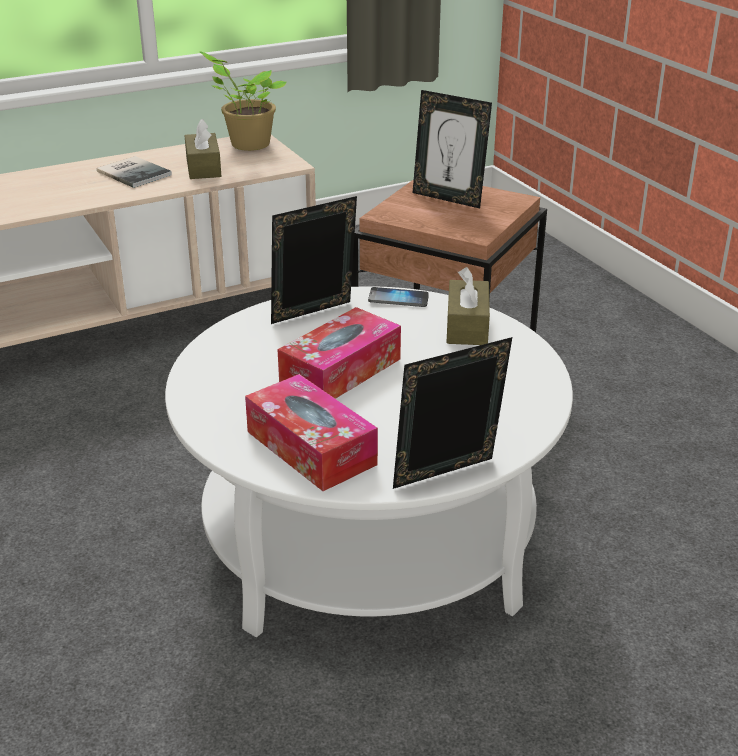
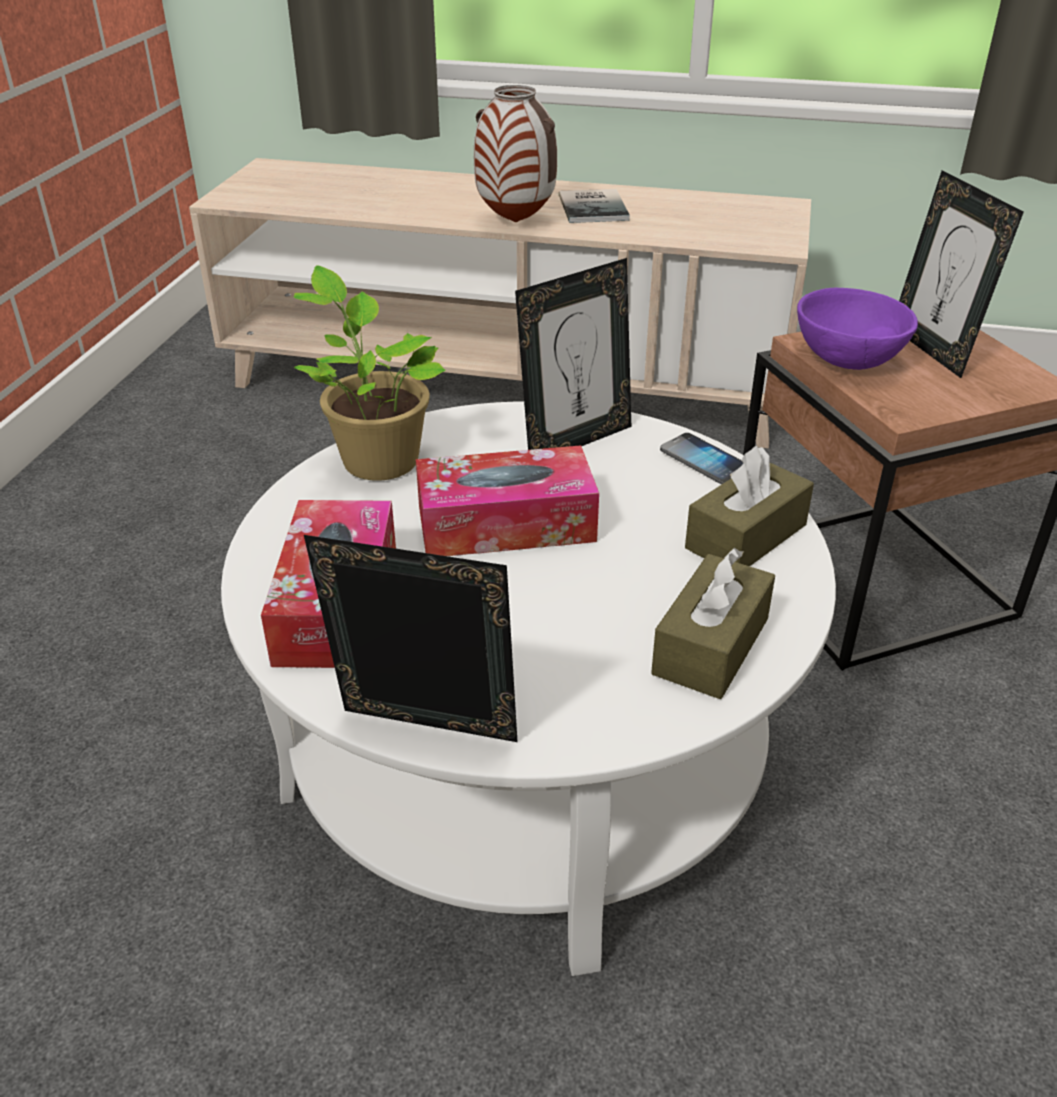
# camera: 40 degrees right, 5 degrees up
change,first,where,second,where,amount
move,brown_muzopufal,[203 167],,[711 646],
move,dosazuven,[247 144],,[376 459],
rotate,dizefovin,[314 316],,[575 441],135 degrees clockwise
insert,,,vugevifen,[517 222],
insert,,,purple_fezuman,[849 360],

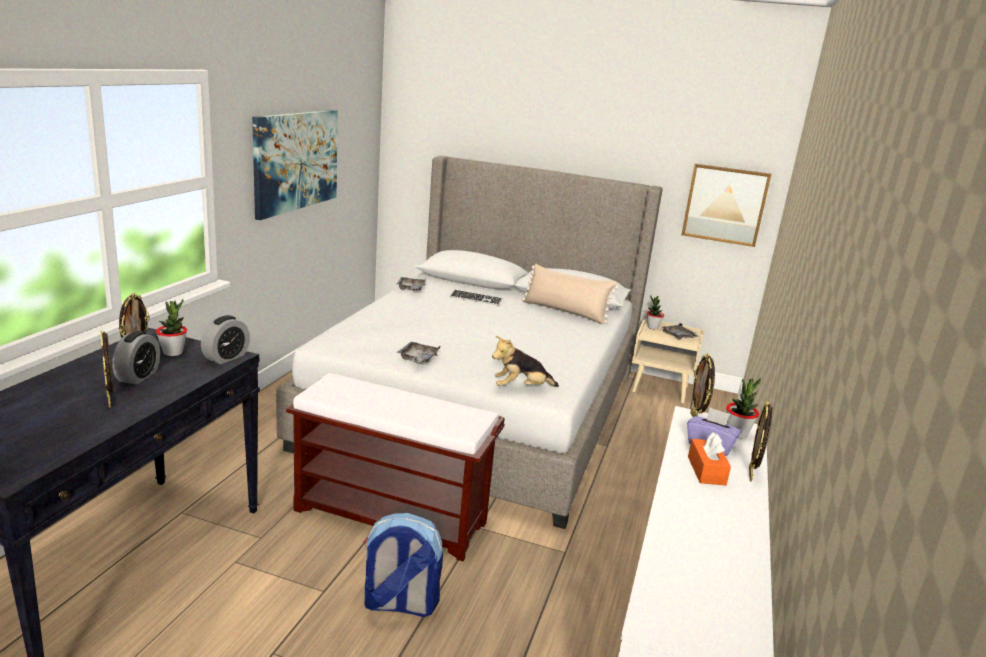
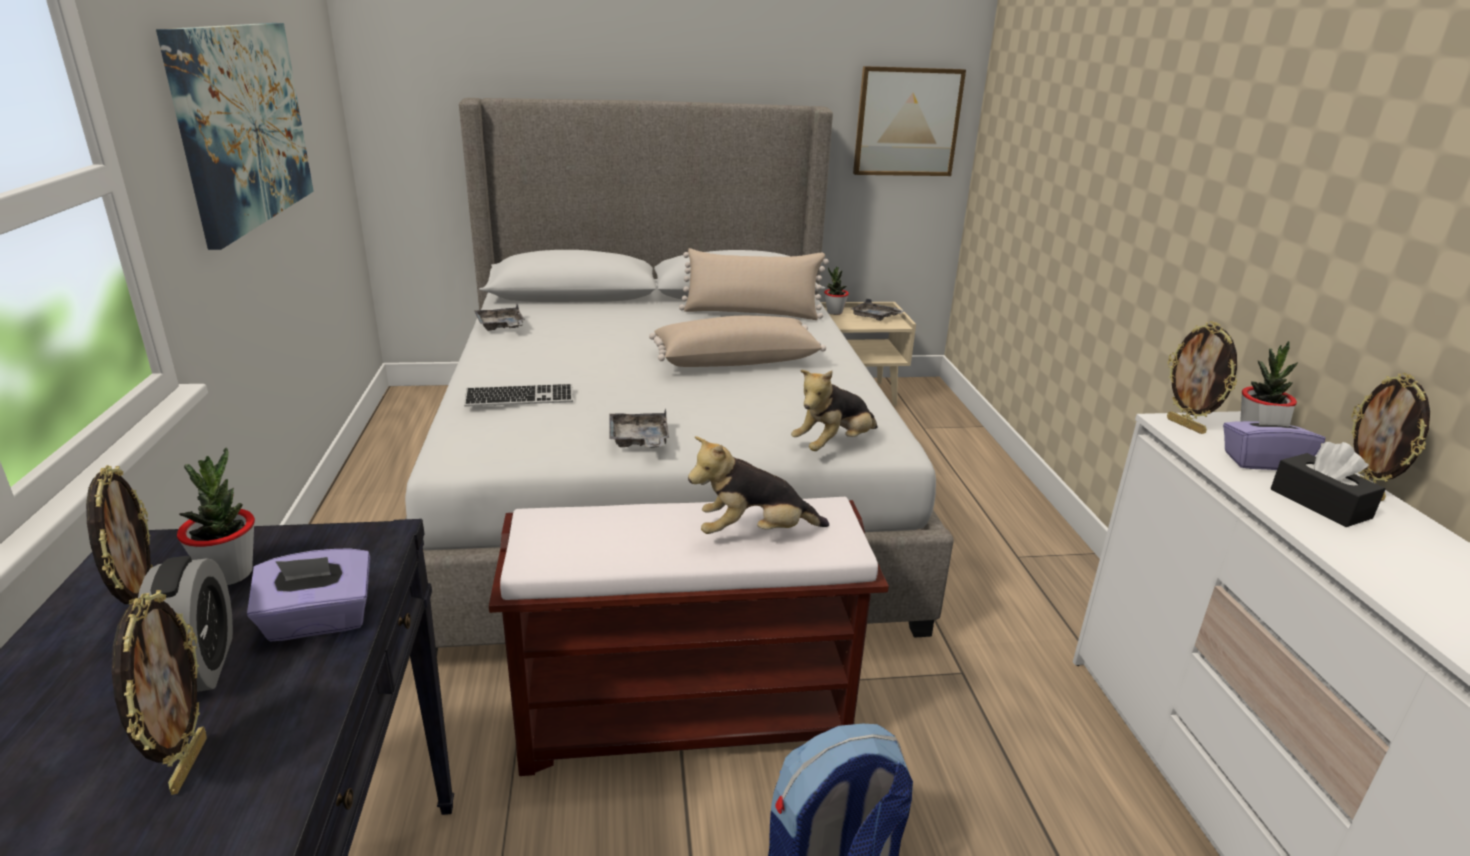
# camera: 25 degrees left, 5 degrees up
change,first,where,second,where,amount
rotate,dizefovin,[111 401],,[187 765],135 degrees counterclockwise
delete,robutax,[226 357],,,
move,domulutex,[476 299],,[520 398],
recolor,orange_muzopufal,[706 470],black_muzopufal,[1320 503],
insert,,,purple_muzopufal,[318 621],
insert,,,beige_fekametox,[735 360],
insert,,,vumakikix,[754 533],

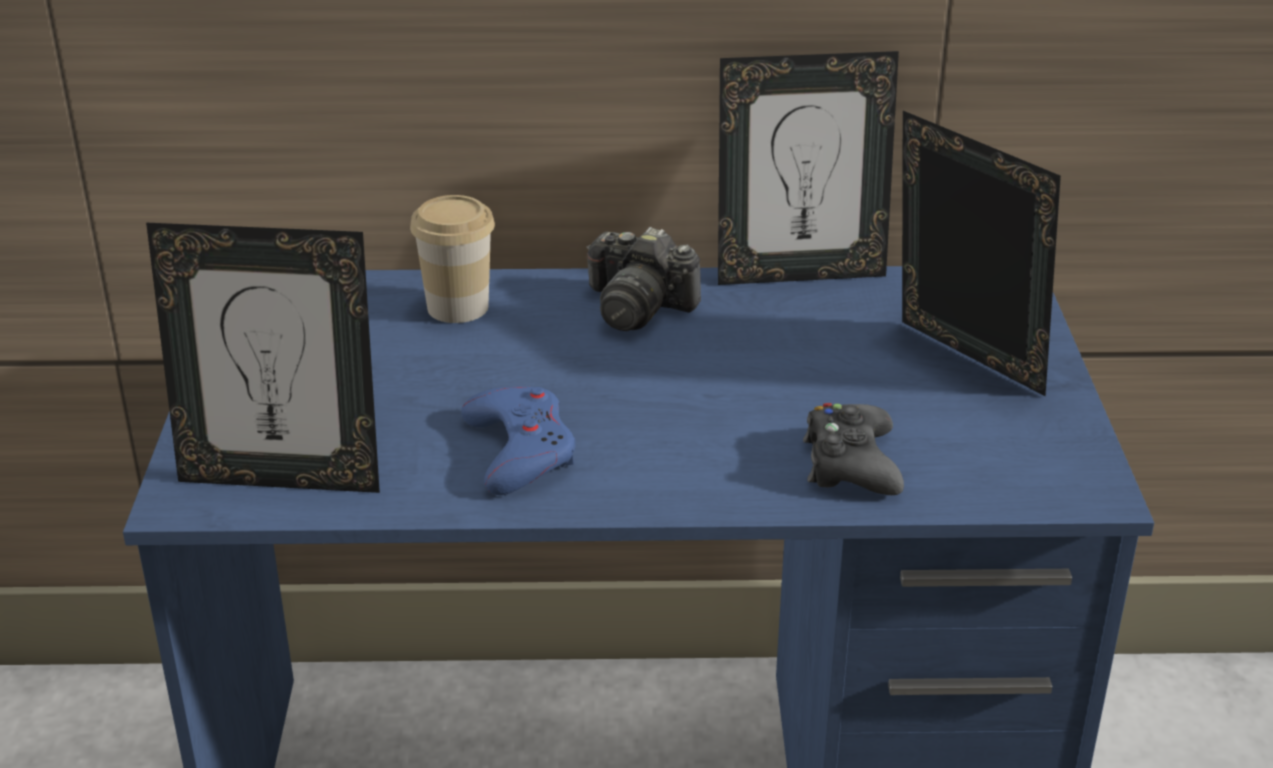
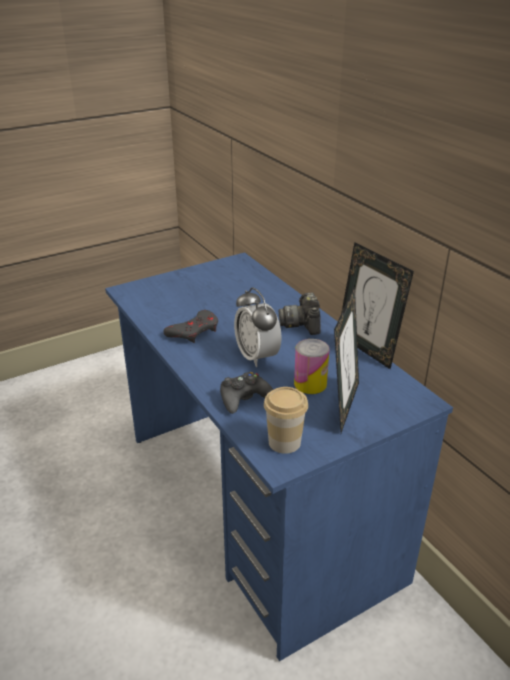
# camera: 60 degrees right, 0 degrees up
change,first,where,second,where,amount
delete,dizefovin,[283 477],,,
move,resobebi,[458 307],,[284 442],
recolor,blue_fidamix,[520 449],grey_fidamix,[194 331],
insert,,,robutax,[257 356],
insert,,,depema,[310 384],

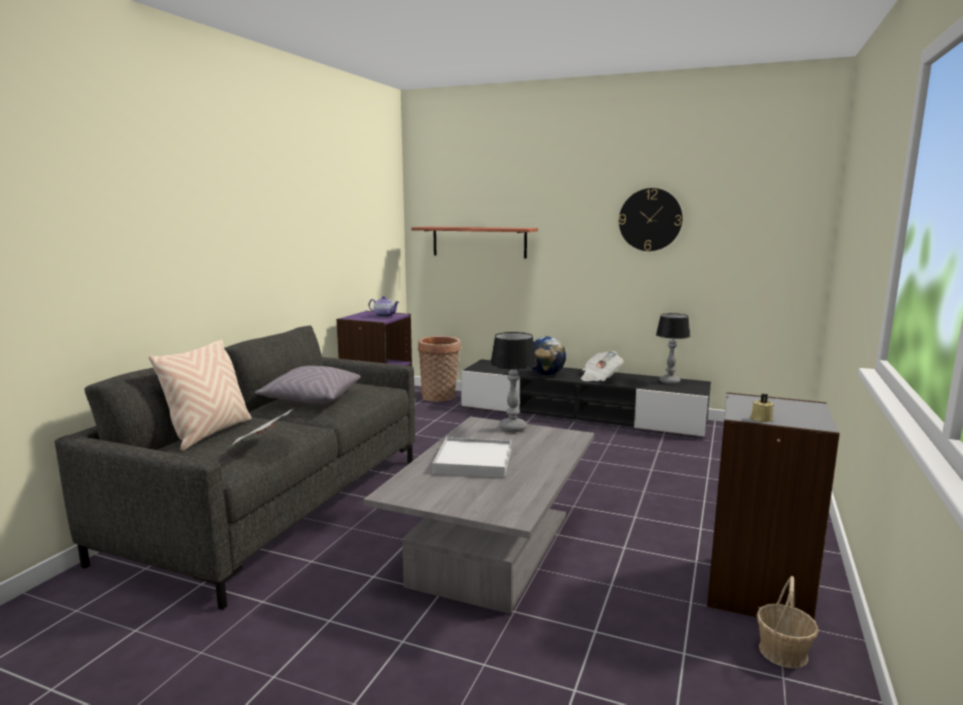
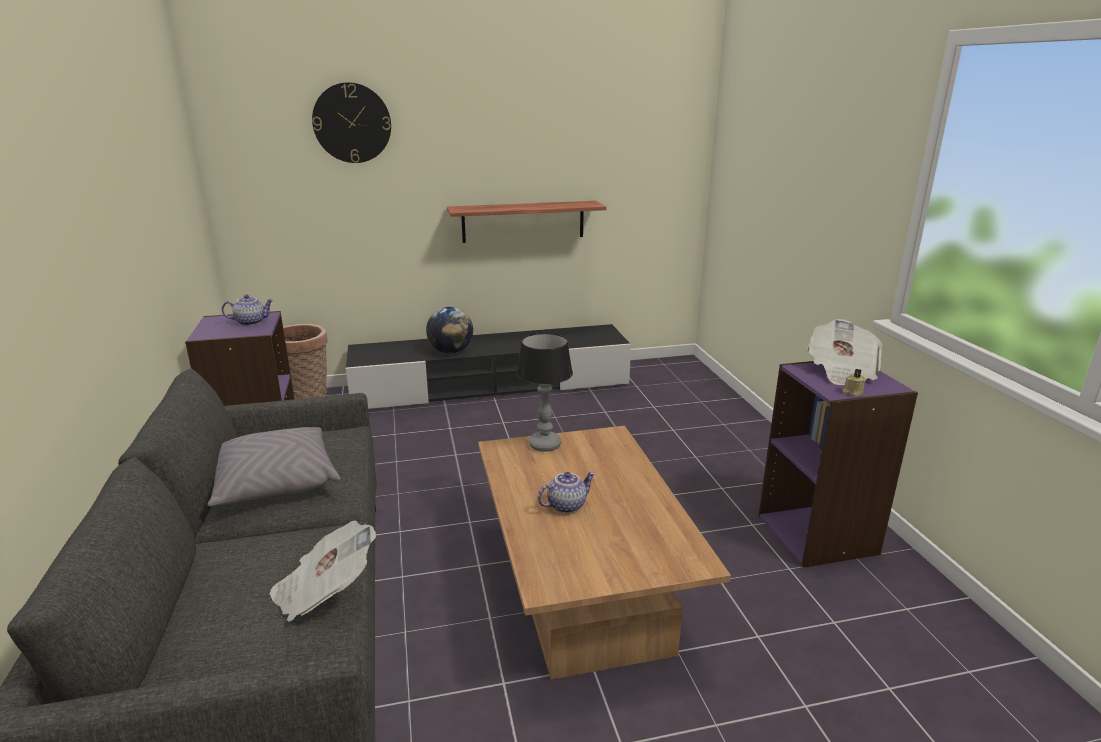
# camera: 35 degrees left, 10 degrees up
change,first,where,second,where,amount
delete,beige_fekametox,[209 433],,,
recolor,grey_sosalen,[493 548],brown_sosalen,[583 587],
move,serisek,[479 242],,[523 221],
replace,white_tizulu,[473 461],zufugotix,[566 505],
move,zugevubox,[599 377],,[841 371],
move,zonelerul,[650 219],,[352 123],
delete,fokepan,[670 382],,,
recolor,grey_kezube,[759 590],purple_kezube,[818 534],
delete,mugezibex,[783 652],,,

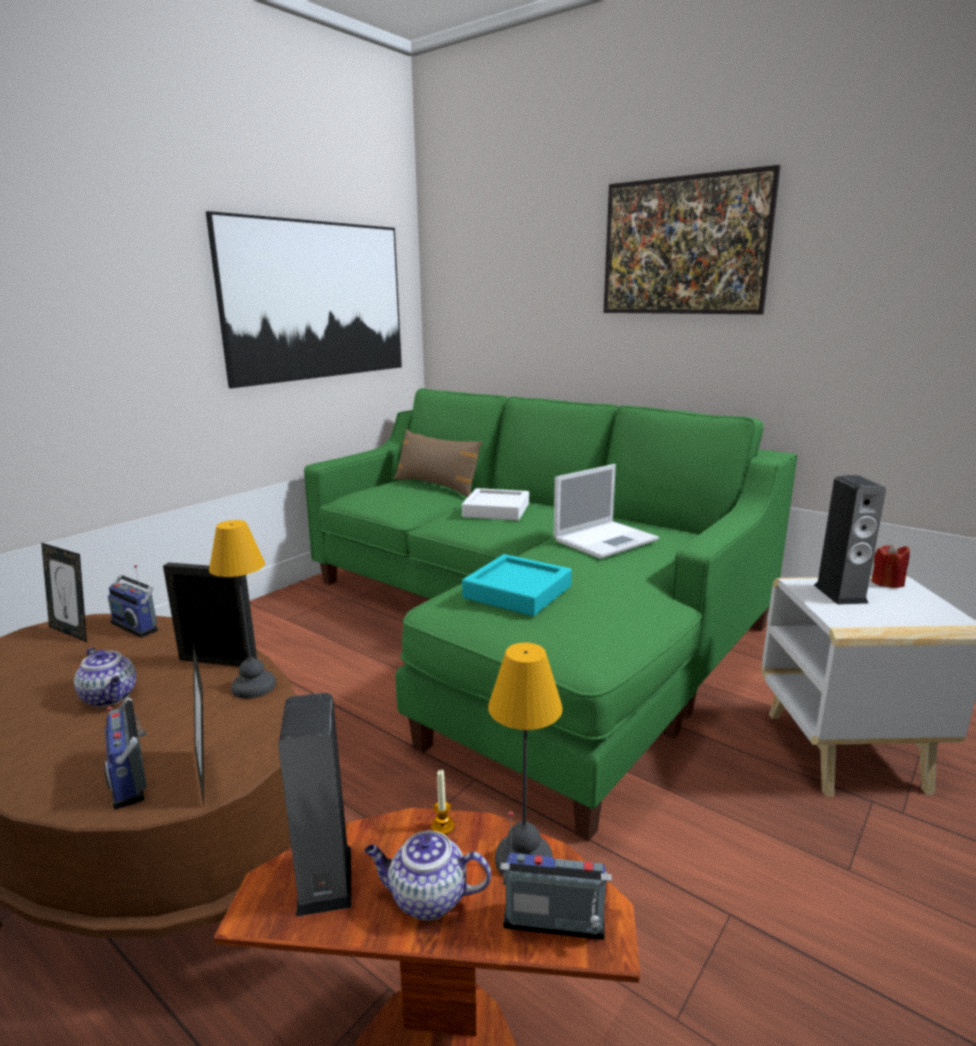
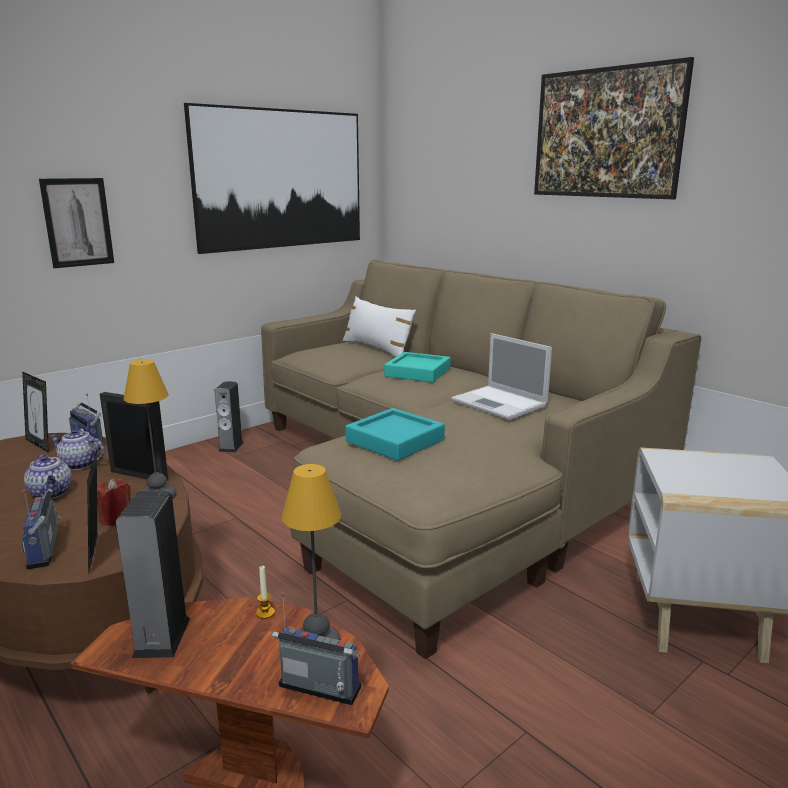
# camera: 10 degrees right, 0 degrees up
change,first,where,second,where,amount
recolor,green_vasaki,[528 626],beige_vasaki,[440 480],
move,zufugotix,[427 898],,[78 464],
recolor,brown_fekametox,[437 486],white_fekametox,[377 349],
recolor,white_tizulu,[496 510],turquoise_tizulu,[417 372],
rotate,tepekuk,[606 539],,[500 403],75 degrees clockwise
move,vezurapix,[840 594],,[231 447],
move,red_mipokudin,[887 583],,[117 519],
insert,,,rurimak,[77 222],

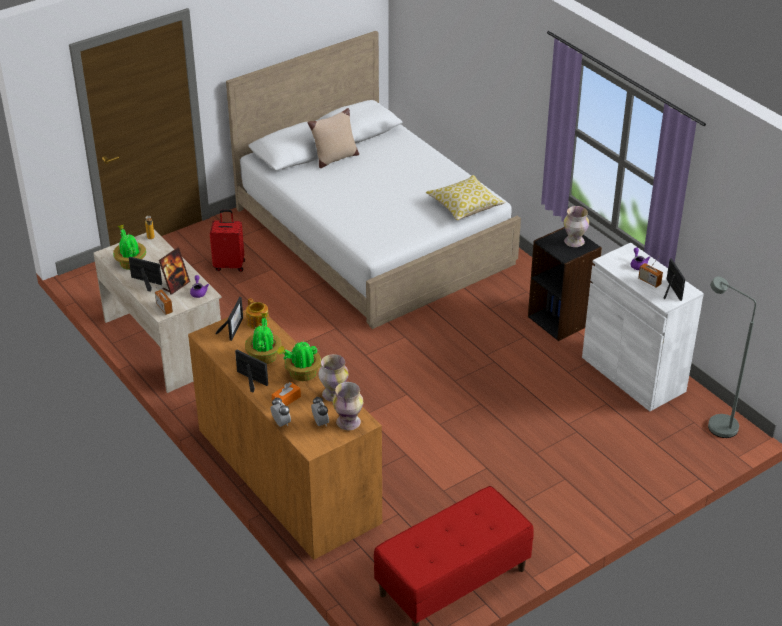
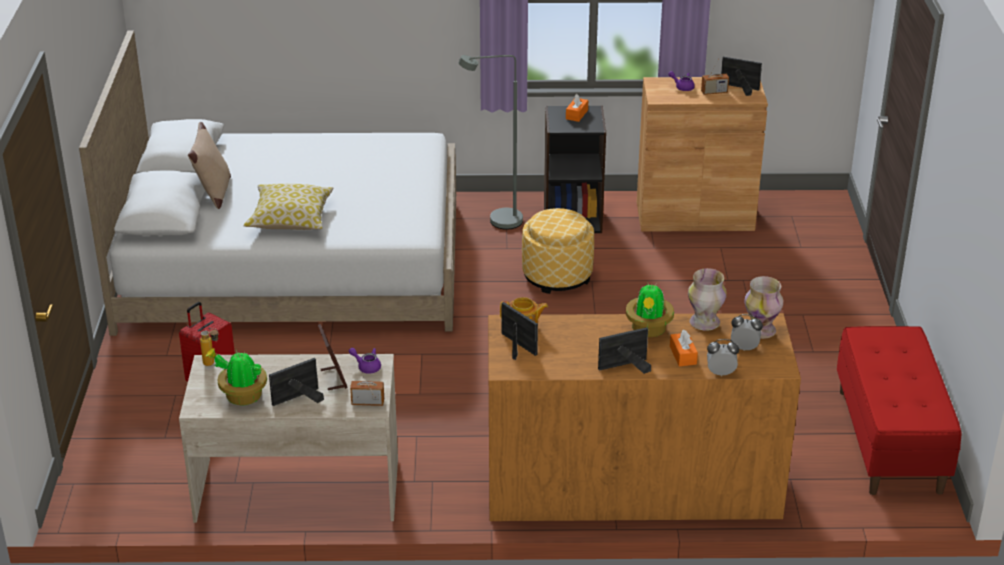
# camera: 55 degrees left, 5 degrees down
change,first,where,second,where,amount
delete,dosazuven,[264 356],,,
move,fekametox,[465 206],,[290 219],
replace,vugevifen,[574 242],orange_muzopufal,[576 114],
recolor,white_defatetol,[633 374],brown_defatetol,[695 216],
move,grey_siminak,[715 423],,[496 221],
insert,,,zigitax,[557 275],

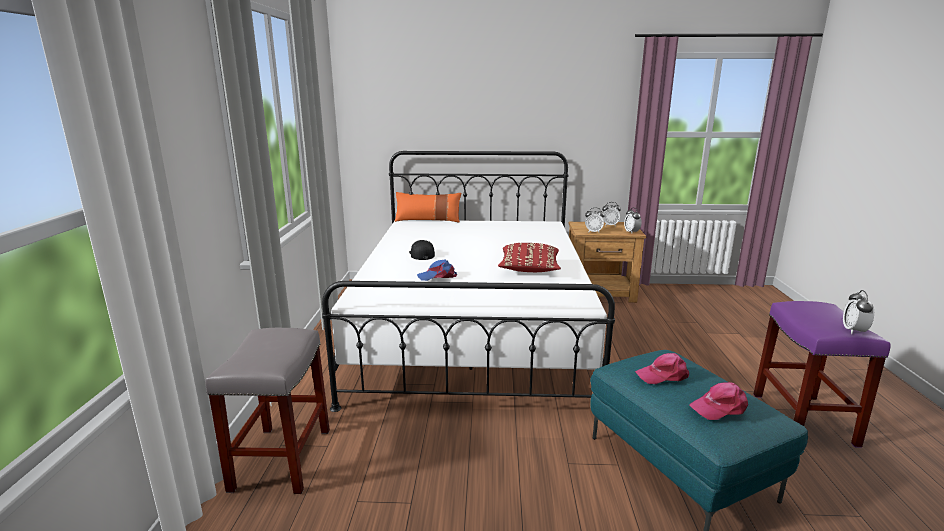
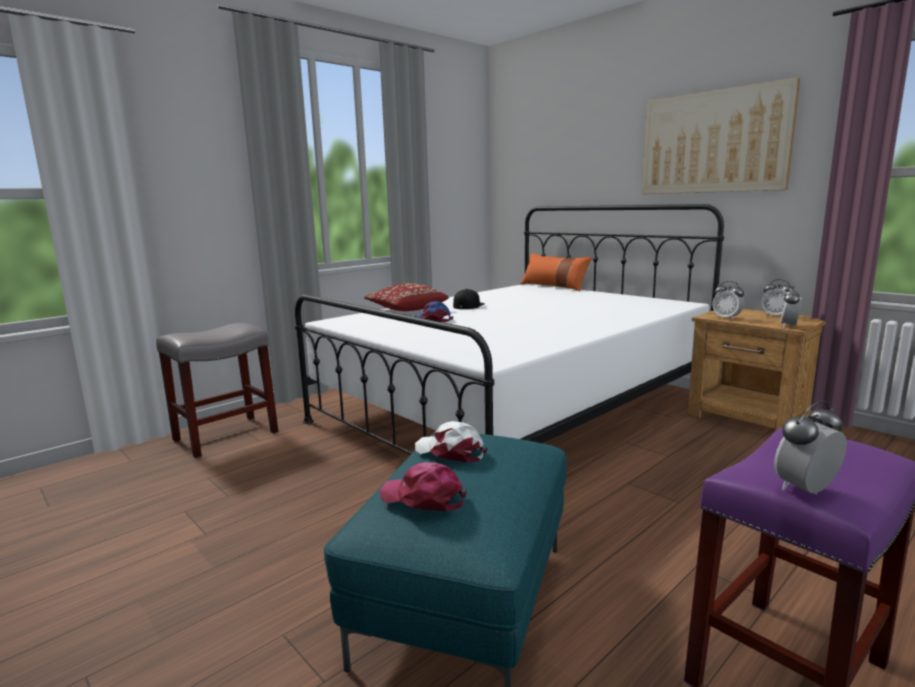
# camera: 45 degrees right, 5 degrees down
change,first,where,second,where,amount
move,red_fekametox,[529 269],,[406 310],
recolor,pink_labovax,[663 375],white_labovax,[450 452],
insert,,,rurimak,[713 142],

